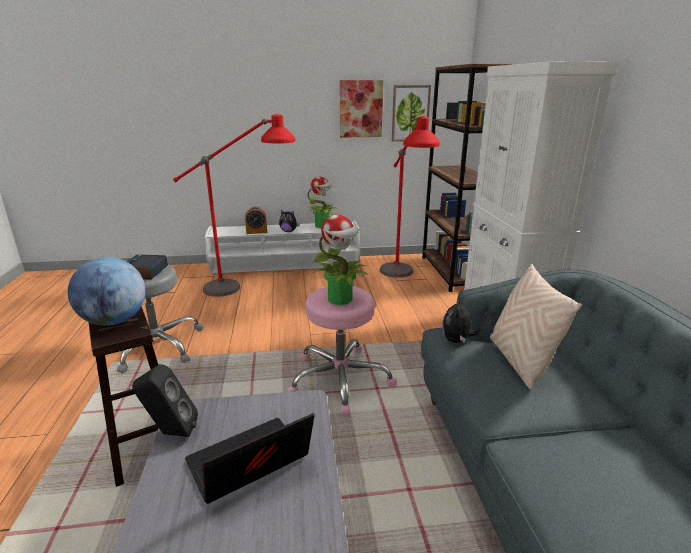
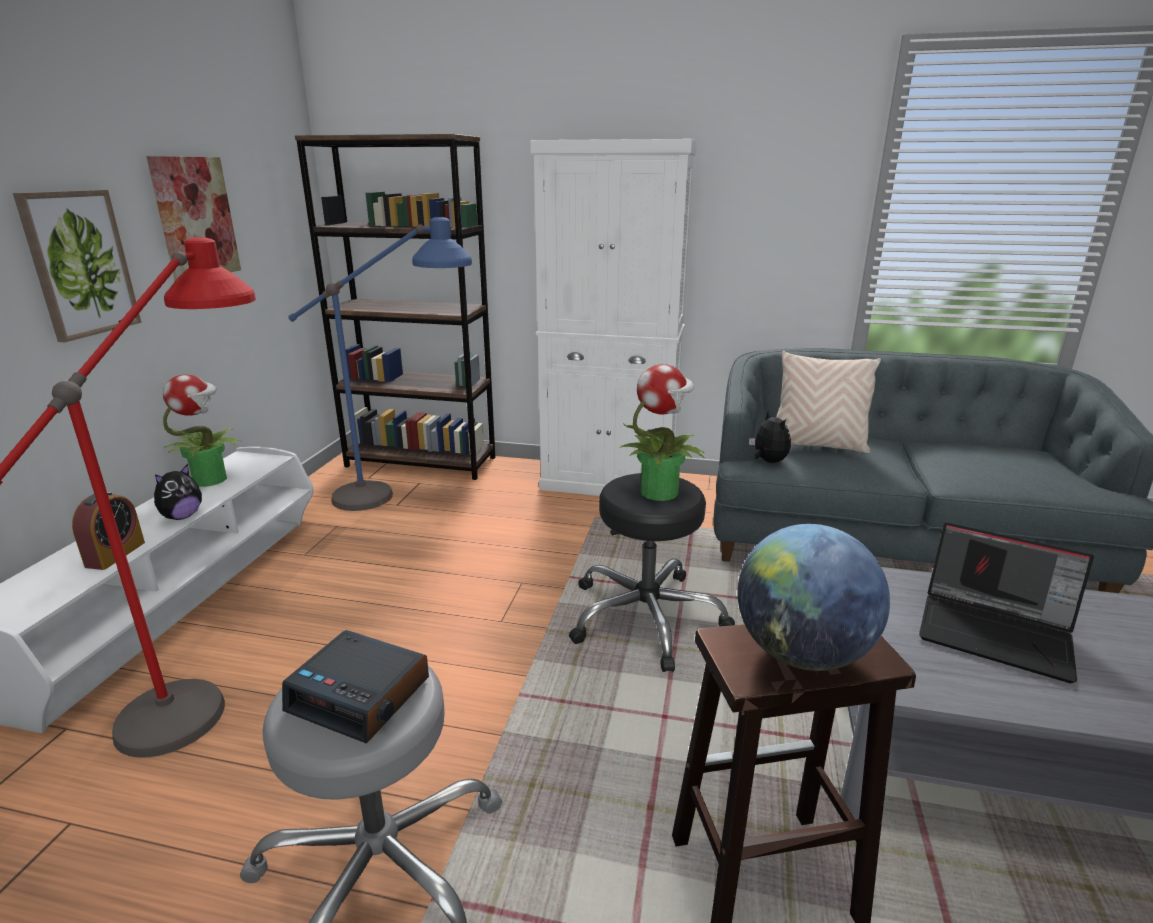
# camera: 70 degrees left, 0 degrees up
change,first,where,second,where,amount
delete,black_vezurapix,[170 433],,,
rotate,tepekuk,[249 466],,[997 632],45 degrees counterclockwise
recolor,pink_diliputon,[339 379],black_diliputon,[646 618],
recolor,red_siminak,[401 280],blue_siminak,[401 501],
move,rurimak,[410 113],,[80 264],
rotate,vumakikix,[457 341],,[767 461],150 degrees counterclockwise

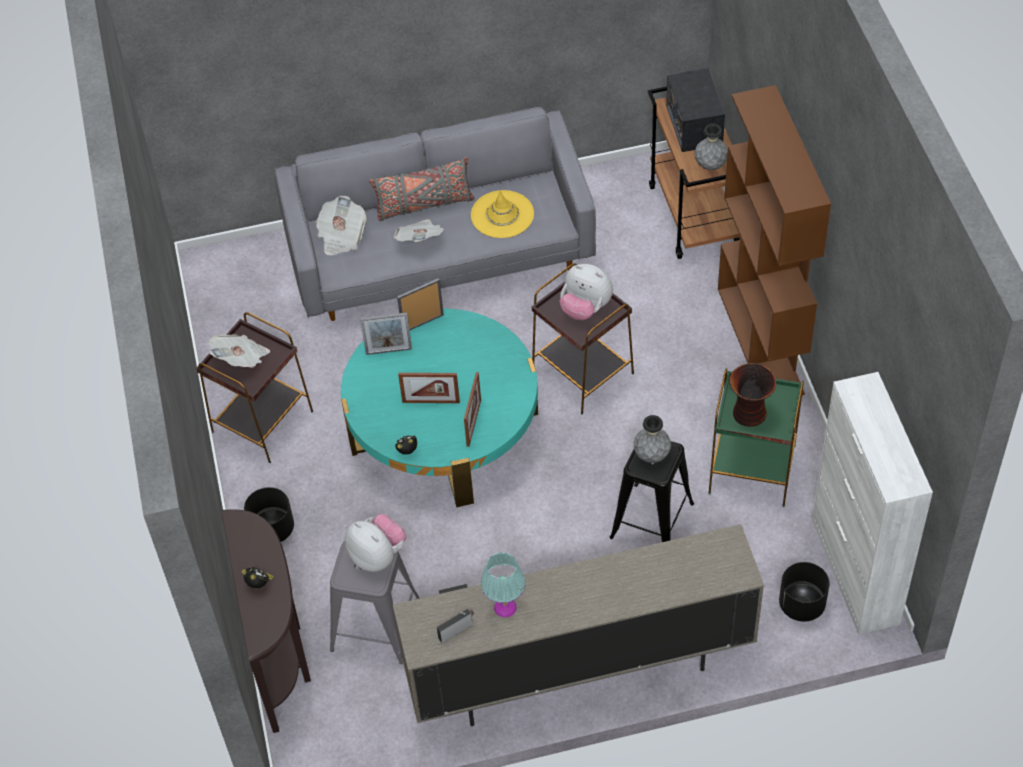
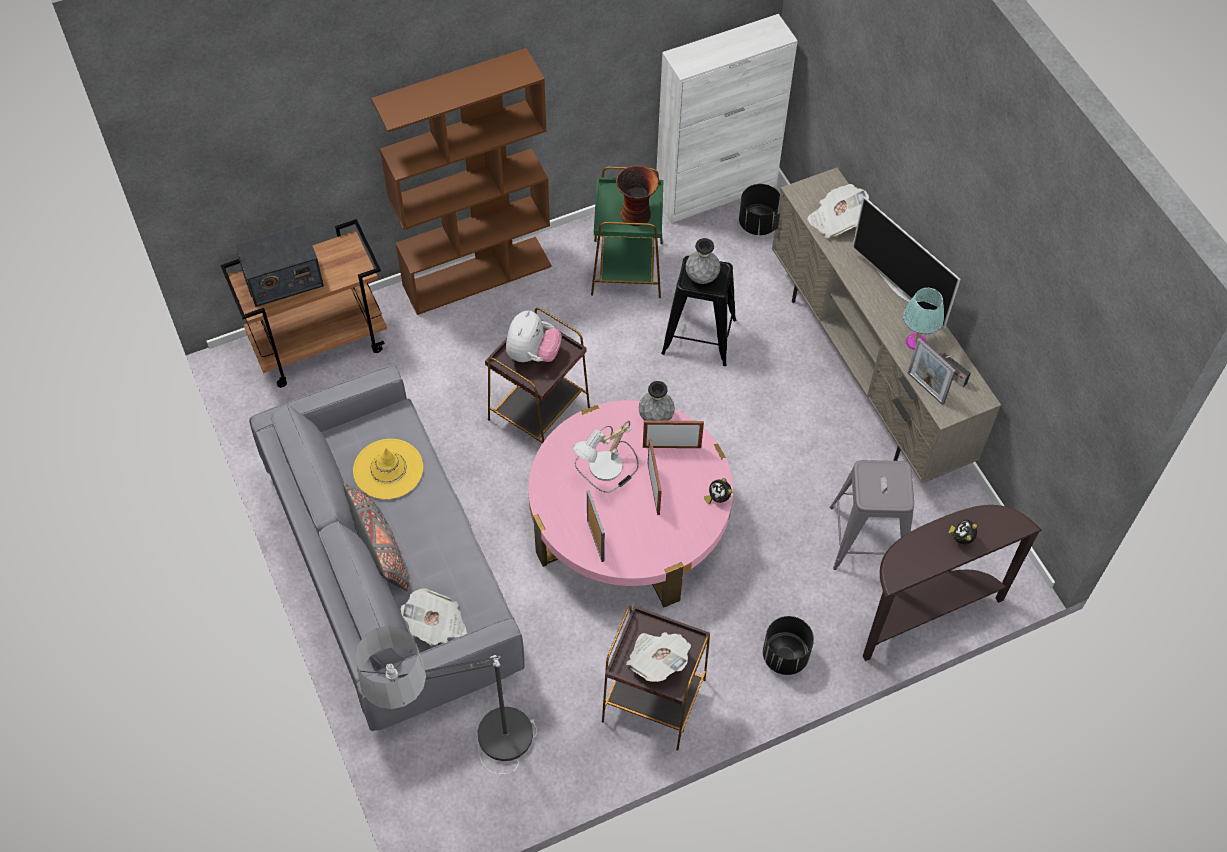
# camera: 105 degrees left, 5 degrees up
change,first,where,second,where,amount
recolor,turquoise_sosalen,[444 428],pink_sosalen,[629 523],
delete,vumakikix,[378 556],,,
move,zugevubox,[420 240],,[836 220],
move,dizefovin,[422 323],,[925 388],
move,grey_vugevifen,[710 165],,[656 418],
insert,,,siminak,[464 755],
insert,,,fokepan,[606 470],
insert,,,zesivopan,[900 290],

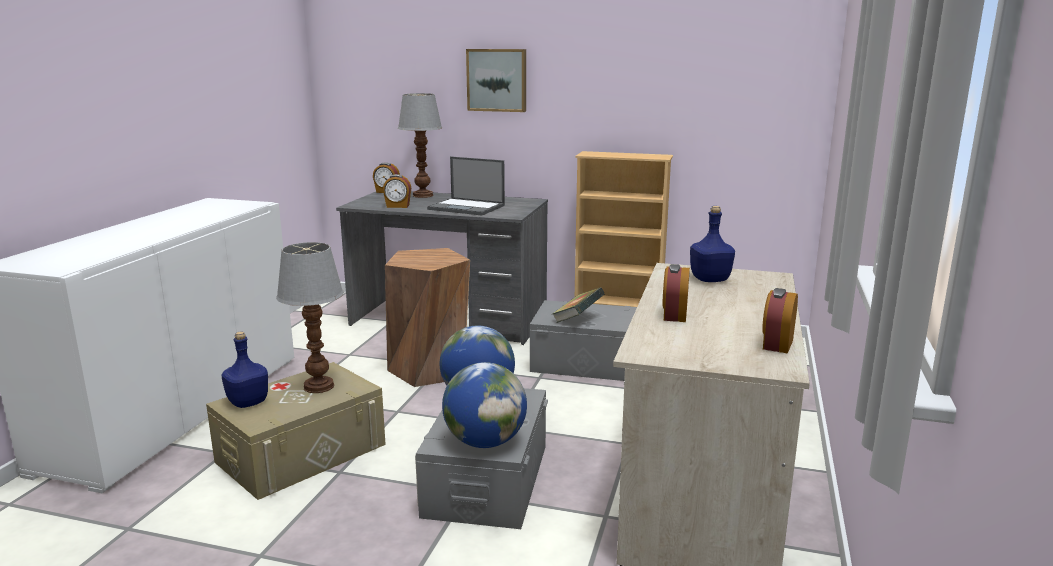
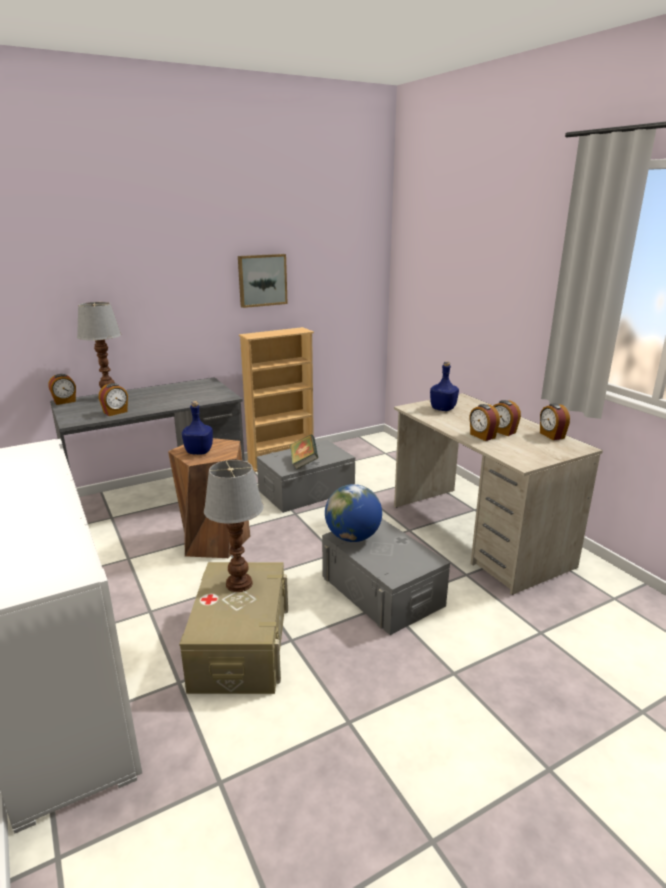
# camera: 45 degrees left, 5 degrees up
change,first,where,second,where,amount
move,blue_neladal,[247 402],,[199 452],
delete,tepekuk,[467 207],,,
delete,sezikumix,[485 442],,,
move,rurimak,[497 80],,[262 280],
insert,,,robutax,[502 431],

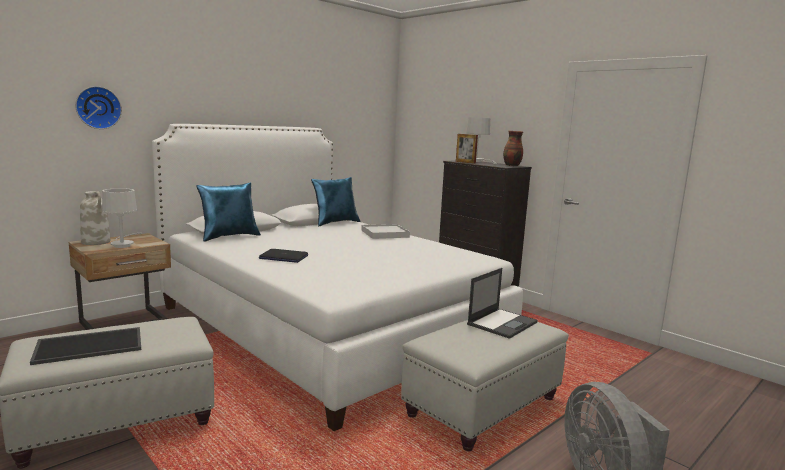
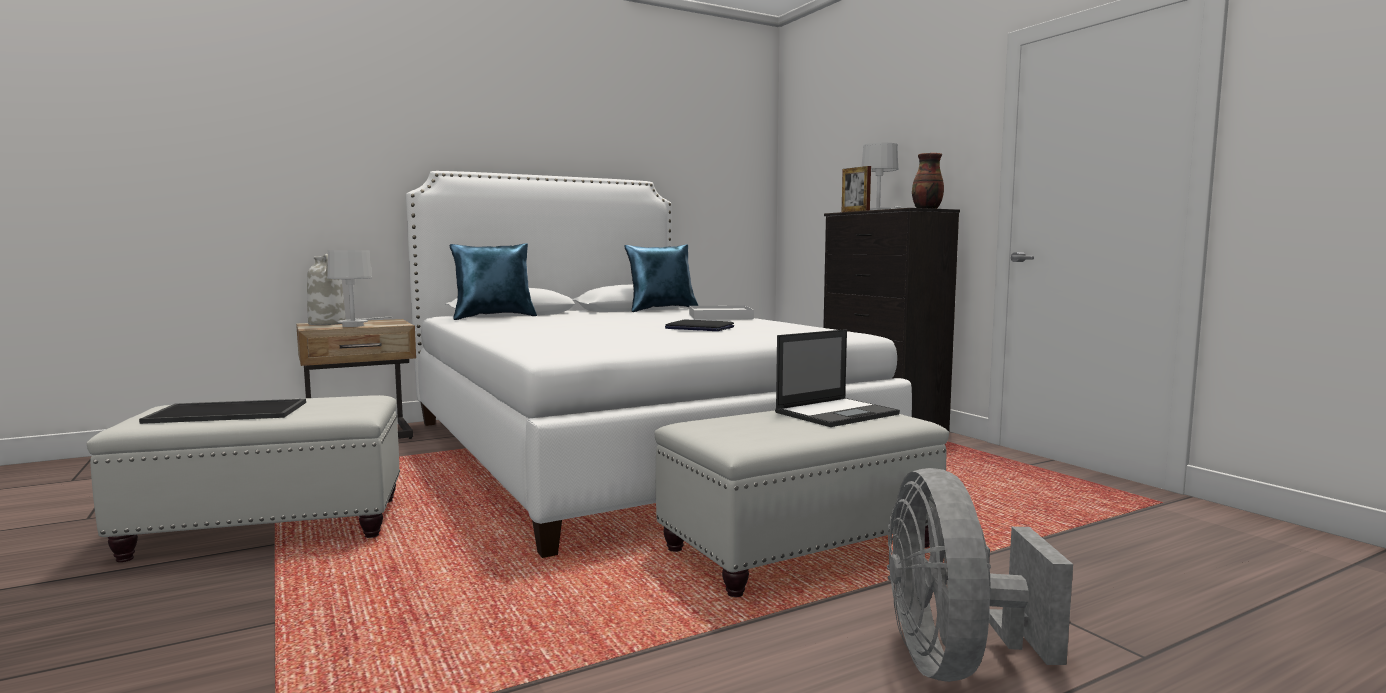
# camera: 15 degrees right, 5 degrees down
change,first,where,second,where,amount
delete,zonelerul,[98 107],,,
move,tepekuk,[283 257],,[699 328],

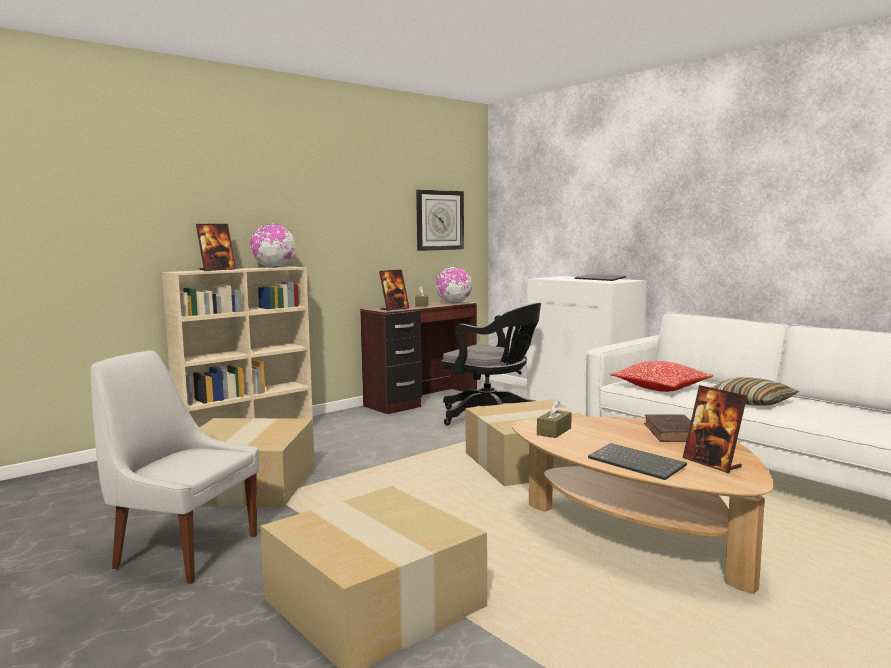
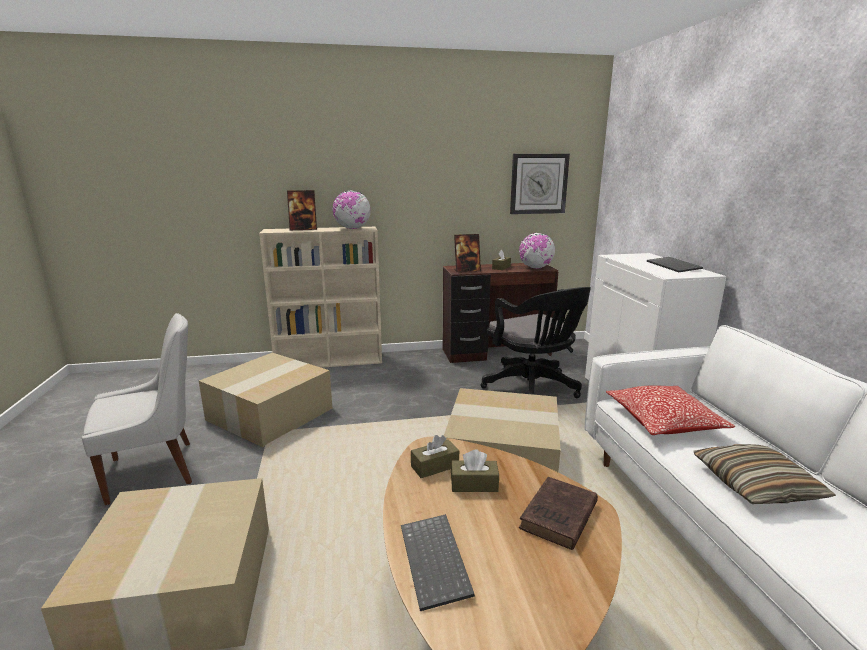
# camera: 30 degrees right, 10 degrees up
change,first,where,second,where,amount
rotate,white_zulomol,[183 550],,[156 470],105 degrees clockwise
delete,dizefovin,[712 463],,,
insert,,,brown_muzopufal,[474 484],

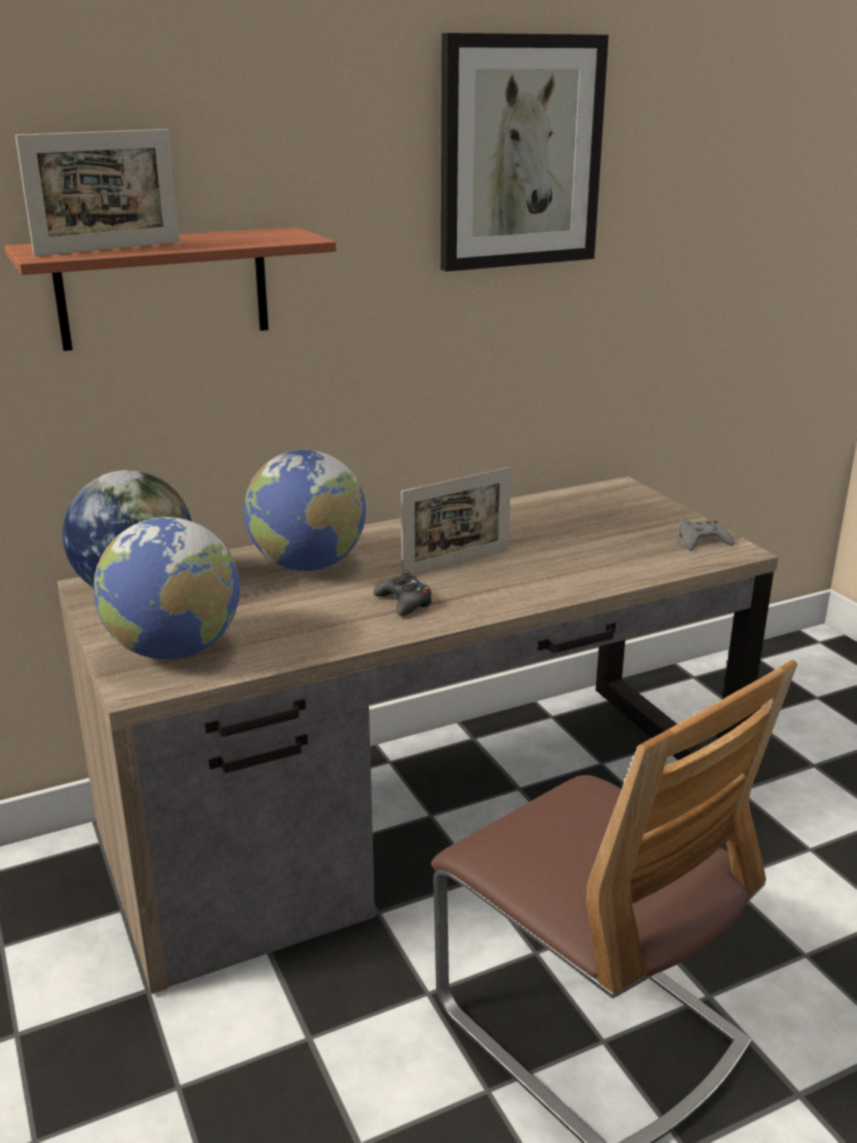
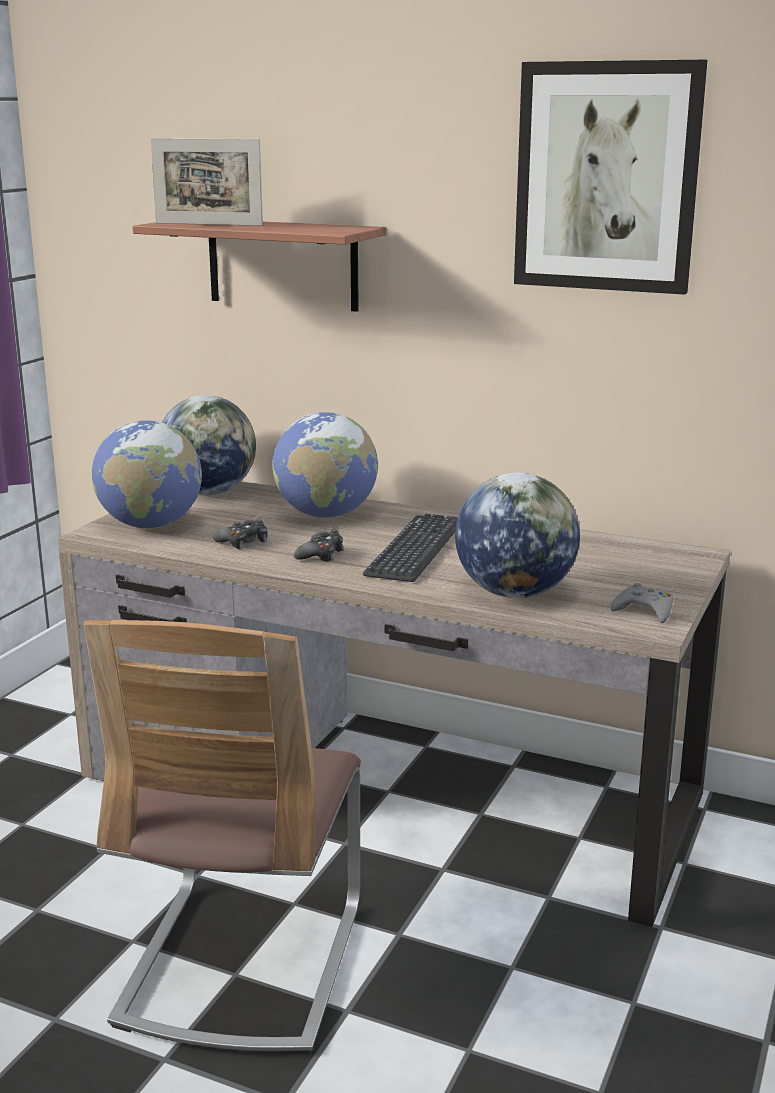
# camera: 50 degrees right, 5 degrees down
change,first,where,second,where,amount
replace,dizefovin,[456 563],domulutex,[415 549],
insert,,,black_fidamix,[243 541],
insert,,,sezikumix,[514 593],

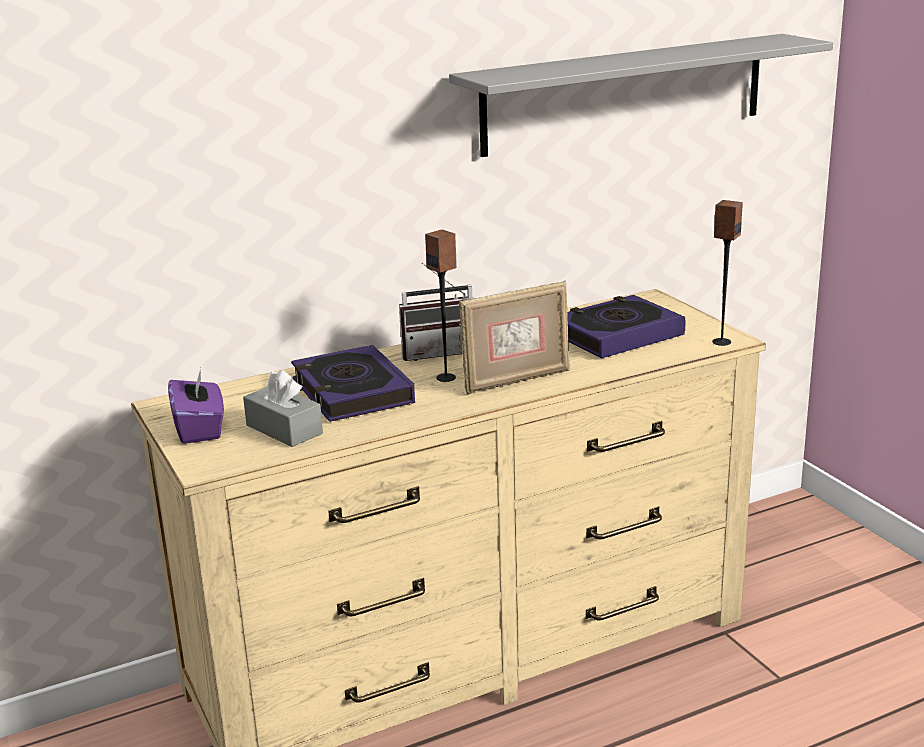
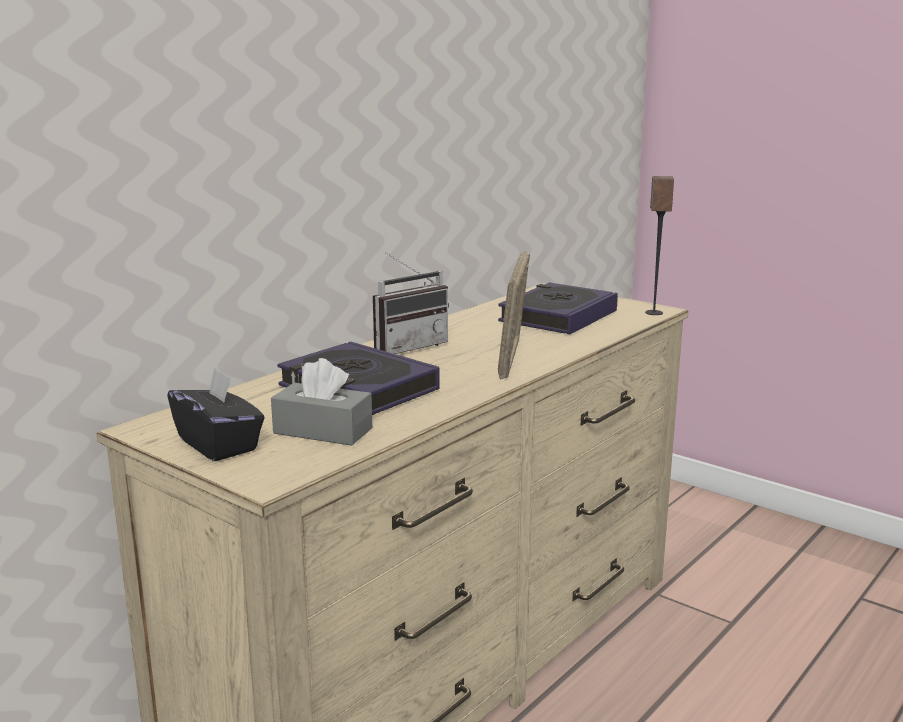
# camera: 25 degrees left, 5 degrees down
change,first,where,second,where,amount
recolor,purple_muzopufal,[200 429],black_muzopufal,[219 444],
delete,vezurapix,[446 377],,,
delete,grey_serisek,[625 94],,,
rotate,dizefovin,[516 380],,[513 359],150 degrees clockwise

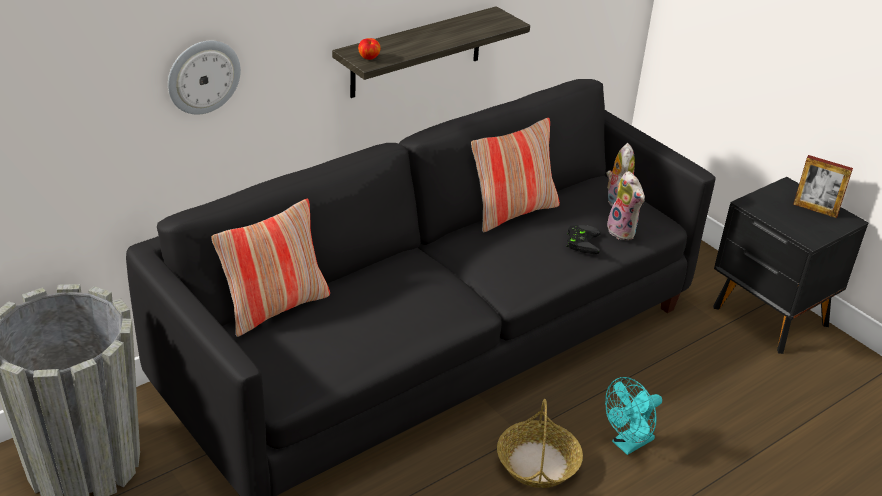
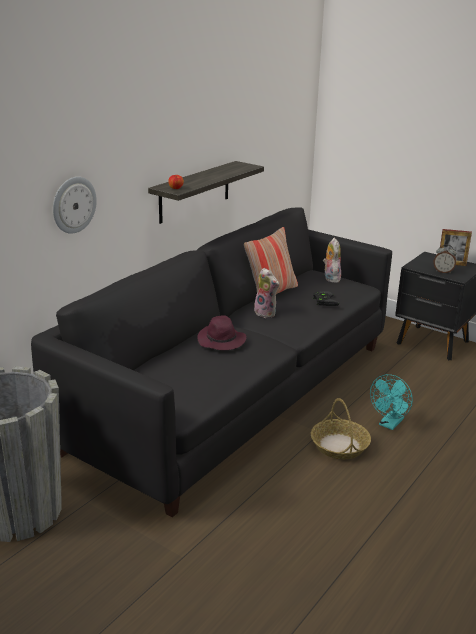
# camera: 15 degrees left, 10 degrees down
change,first,where,second,where,amount
delete,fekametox,[275 307],,,
move,vumakikix,[623 231],,[266 313],
insert,,,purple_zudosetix,[222 341],
insert,,,robutax,[443 272],

